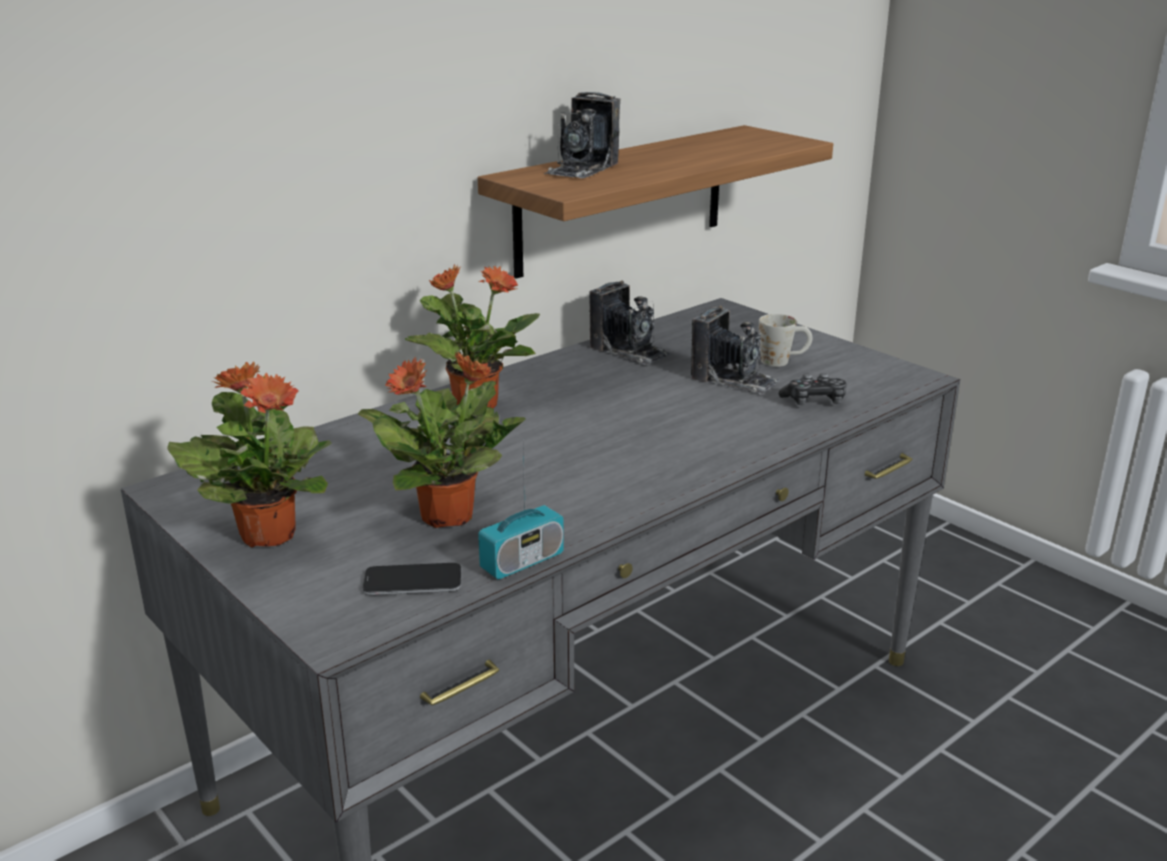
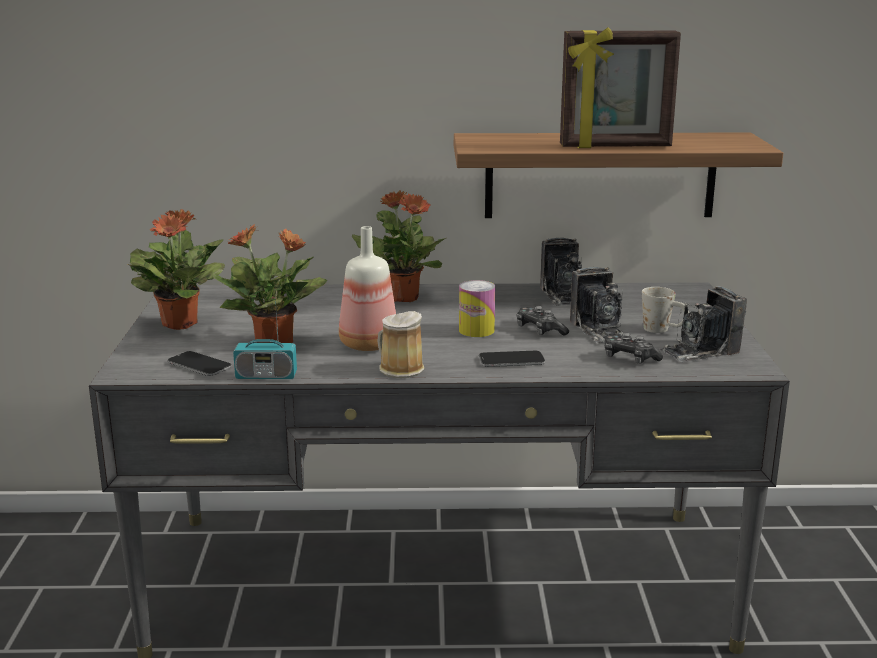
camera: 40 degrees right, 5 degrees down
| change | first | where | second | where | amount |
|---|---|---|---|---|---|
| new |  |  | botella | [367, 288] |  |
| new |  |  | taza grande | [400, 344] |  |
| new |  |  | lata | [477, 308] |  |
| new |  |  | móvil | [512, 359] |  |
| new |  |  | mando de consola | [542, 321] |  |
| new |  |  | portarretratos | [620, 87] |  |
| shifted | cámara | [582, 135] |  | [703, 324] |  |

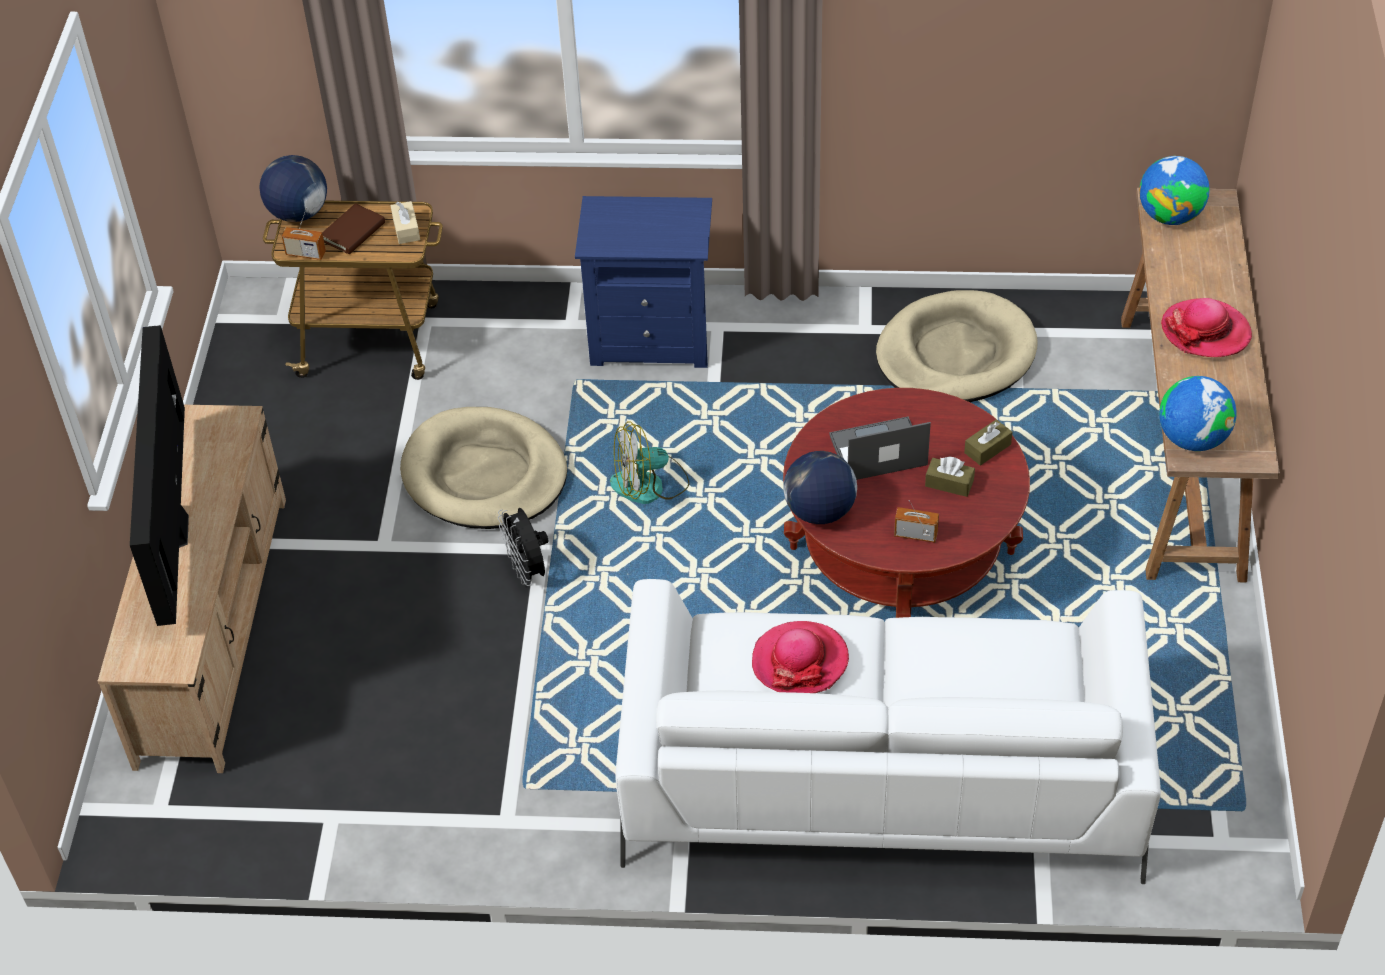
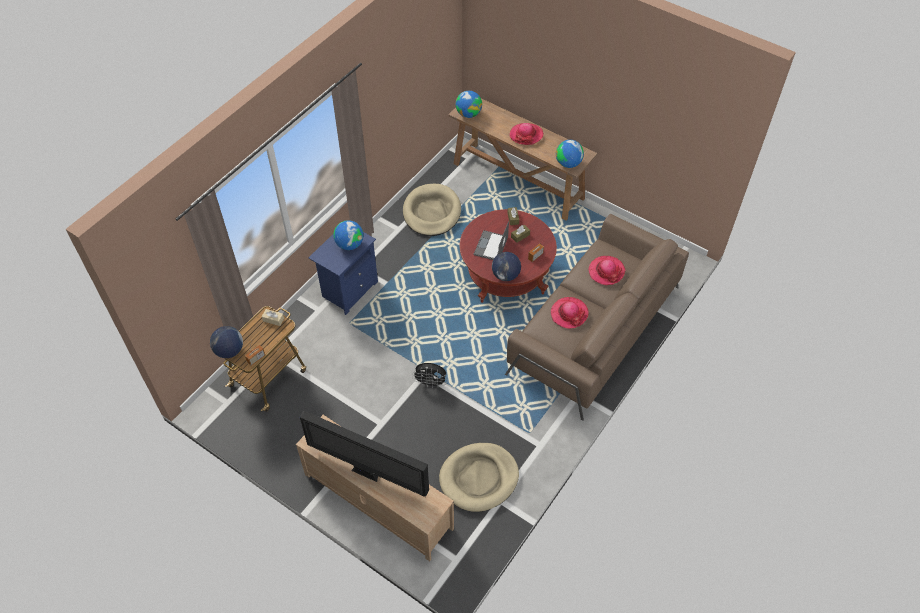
camera: 60 degrees left, 5 degrees up
| change | first | where | second | where | amount |
|---|---|---|---|---|---|
| gone | libro/marrón | [353, 229] |  |  |  |
| gone | ventilador | [649, 462] |  |  |  |
| new |  |  | globo terráqueo | [348, 235] |  |
| new |  |  | sombrero | [607, 270] |  |
| shifted | cama para perro/beis | [483, 468] |  | [479, 477] |  |
| repainted | sofá/blanco | [888, 731] | sofá/marrón | [597, 317] |  |

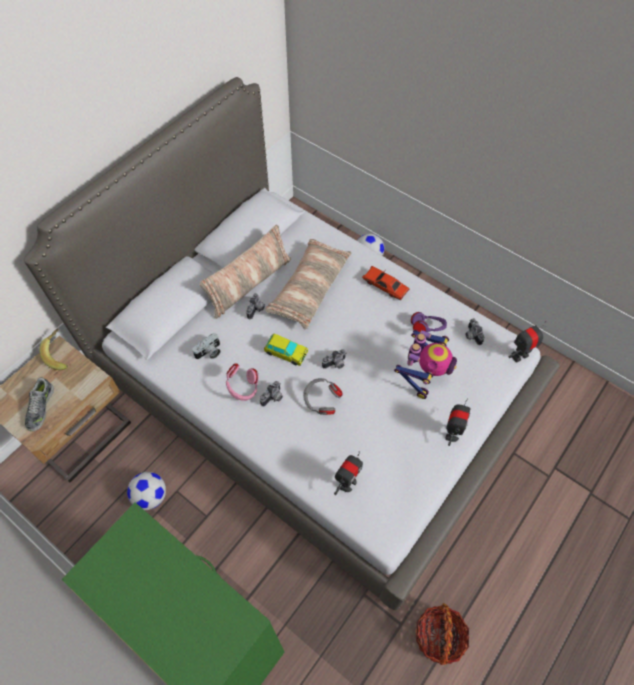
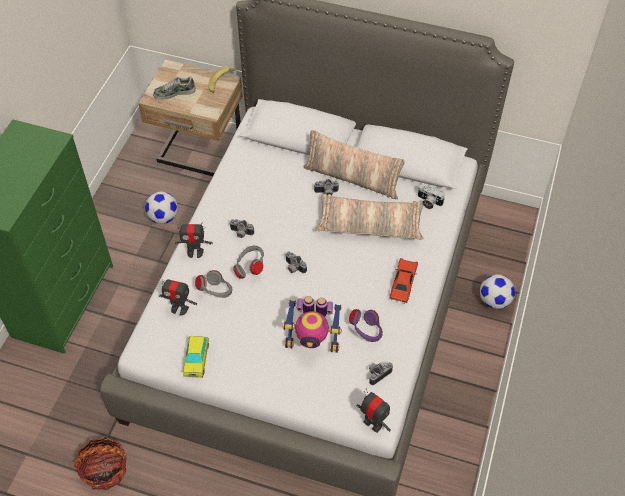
camera: 70 degrees right, 5 degrees down
| change | first | where | second | where | amount |
|---|---|---|---|---|---|
| gone | auriculares/rosa | [242, 382] |  |  |  |
| new |  |  | auriculares/gris | [214, 284] |  |
| shifted | cámara | [206, 346] |  | [431, 197] |  |
| shifted | coche de juguete | [286, 350] |  | [196, 357] |  |
| shifted | robot de juguete | [458, 422] |  | [194, 239] |  |

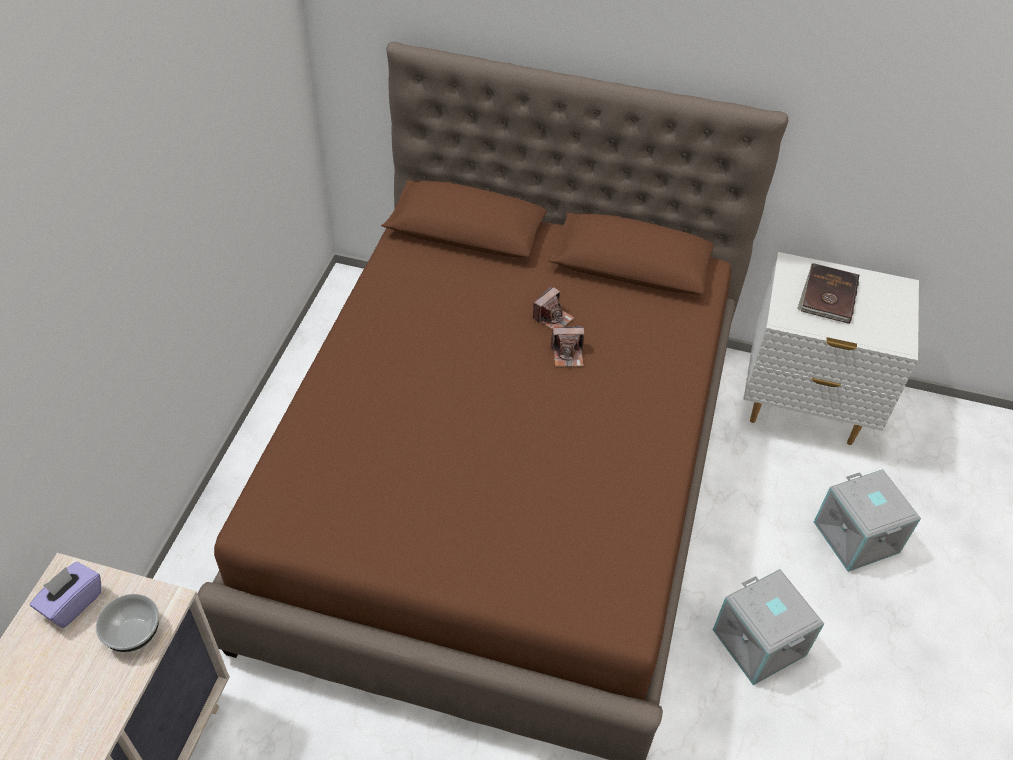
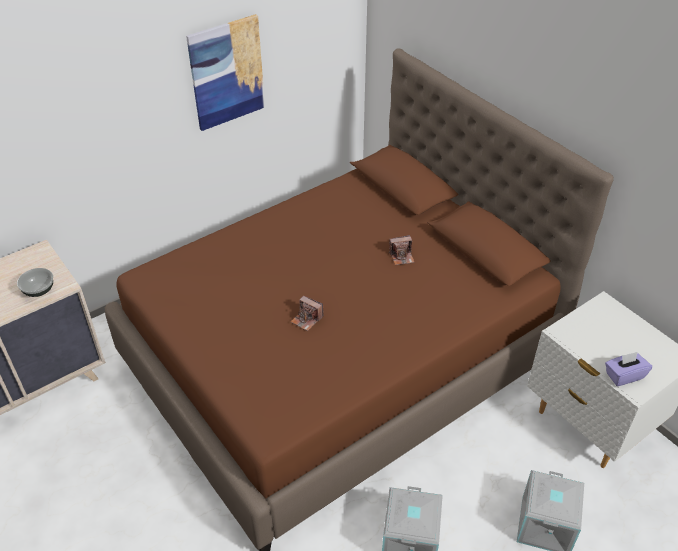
camera: 40 degrees right, 5 degrees down
| change | first | where | second | where | amount |
|---|---|---|---|---|---|
| gone | libro/marrón | [828, 293] |  |  |  |
| new |  |  | cuadro | [225, 72] |  |
| shifted | caja de pañuelos/morado | [65, 595] |  | [628, 369] |  |
| shifted | cámara | [567, 346] |  | [307, 313] |  |

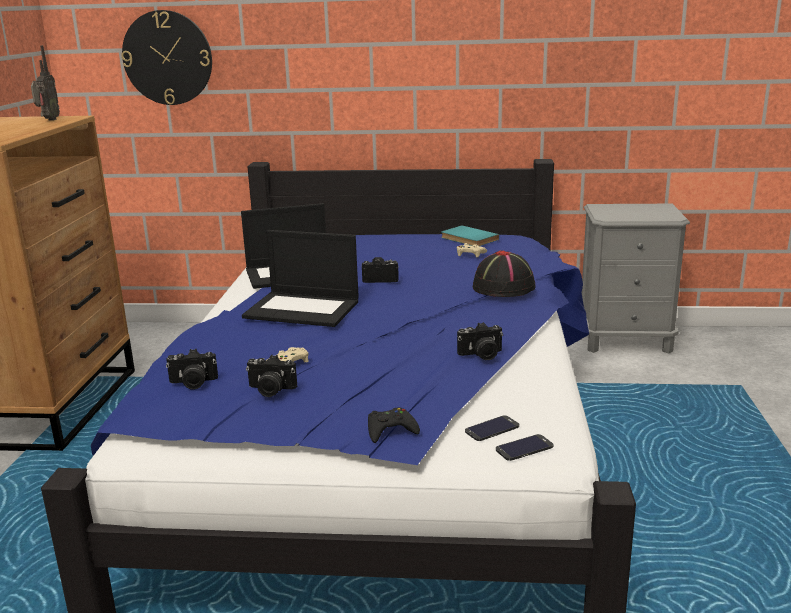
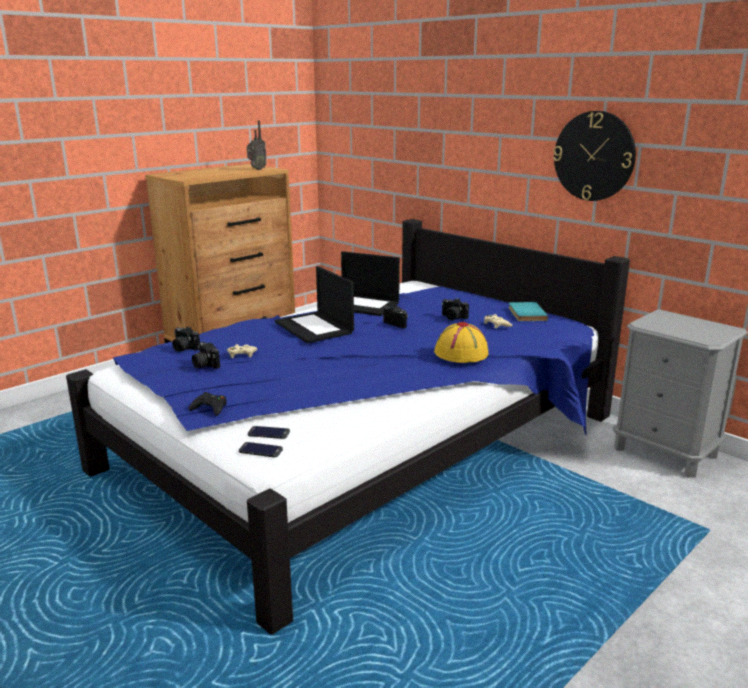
camera: 40 degrees right, 0 degrees up
| change | first | where | second | where | amount |
|---|---|---|---|---|---|
| shifted | reloj de pared | [167, 57] |  | [594, 156] |  |
| shifted | cámara | [480, 341] |  | [455, 309] |  |
| repainted | sombrero/negro | [504, 273] | sombrero/amarillo | [461, 342] |  |

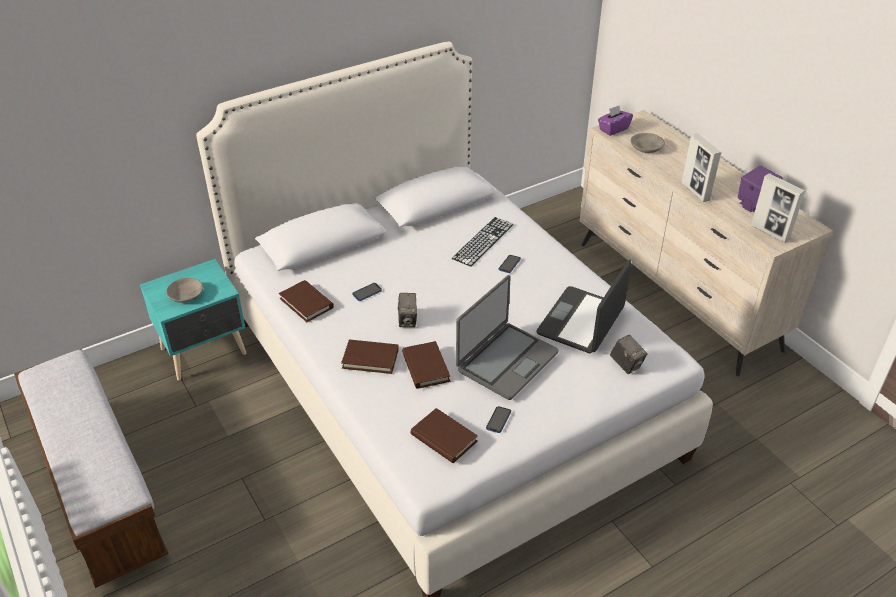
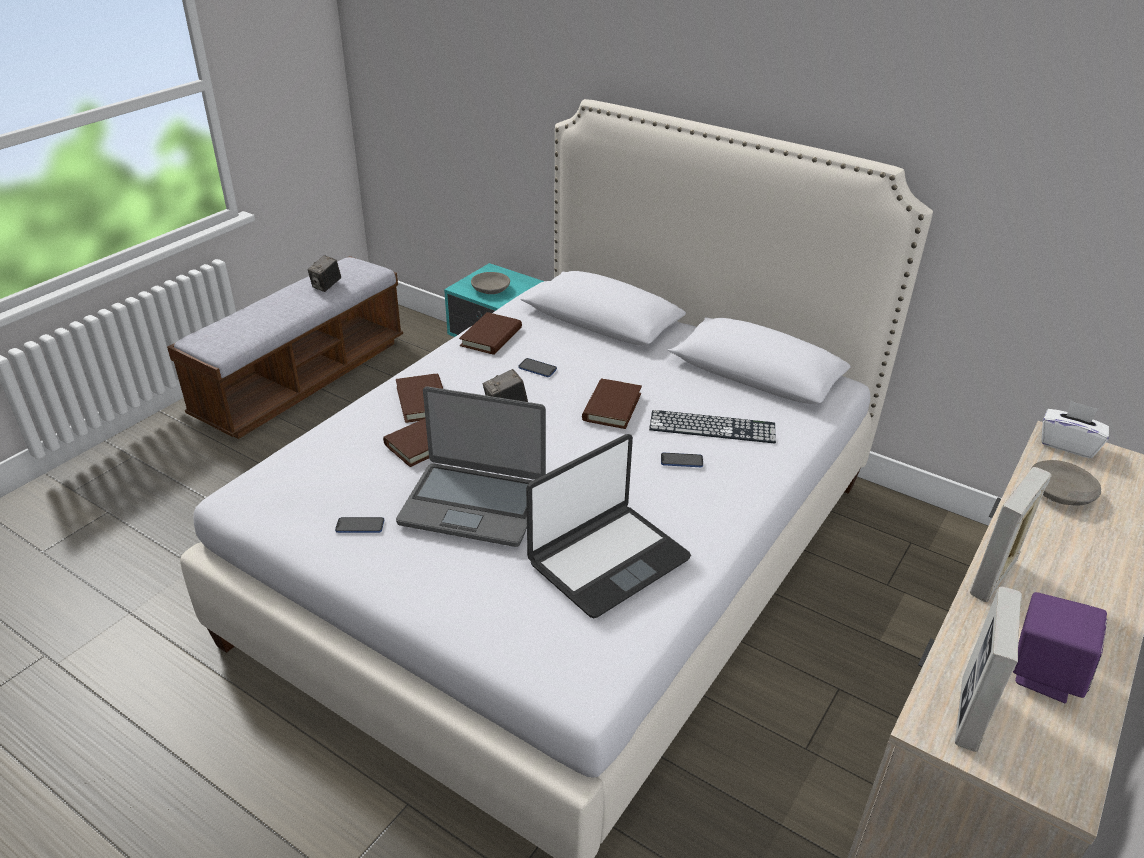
camera: 65 degrees right, 5 degrees down
| change | first | where | second | where | amount |
|---|---|---|---|---|---|
| shifted | libro/marrón | [444, 435] |  | [612, 404] |  |
| shifted | cámara | [629, 354] |  | [324, 273] |  |
| repainted | caja de pañuelos/morado | [615, 120] | caja de pañuelos/blanco | [1075, 429] |  |
| rotated | portátil | [584, 306] |  | [608, 526] | 135 degrees clockwise |

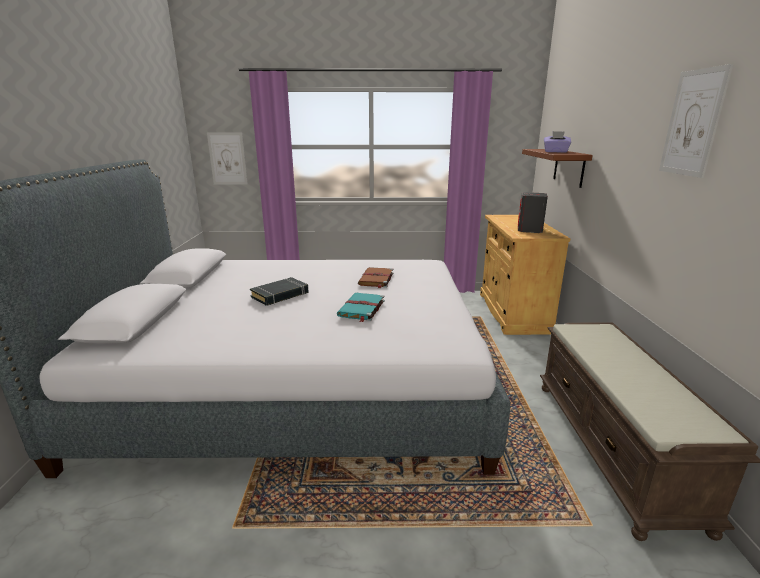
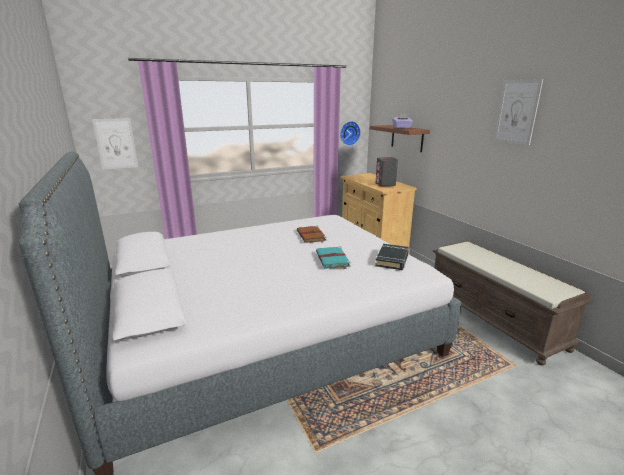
camera: 25 degrees left, 0 degrees up
| change | first | where | second | where | amount |
|---|---|---|---|---|---|
| new |  |  | reloj de pared | [350, 133] |  |
| shifted | libro/negro | [279, 291] |  | [392, 257] |  |

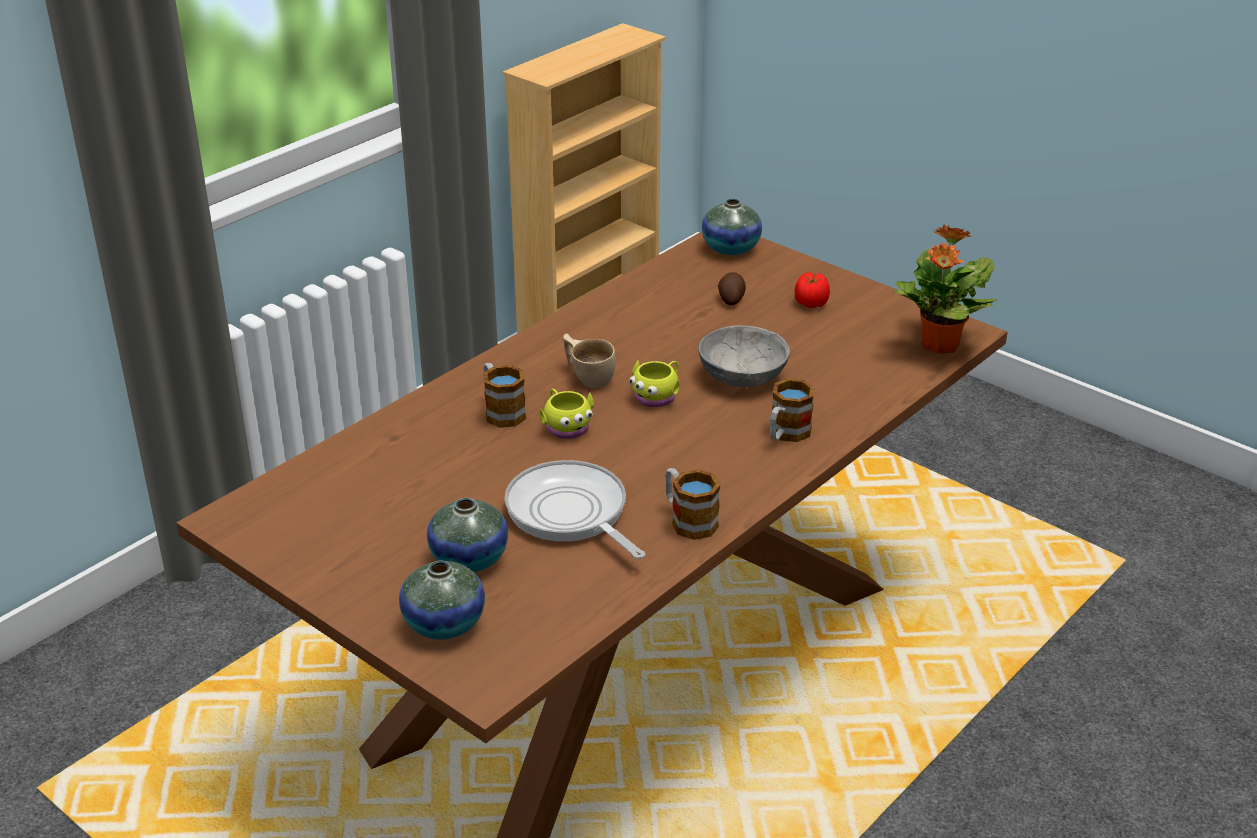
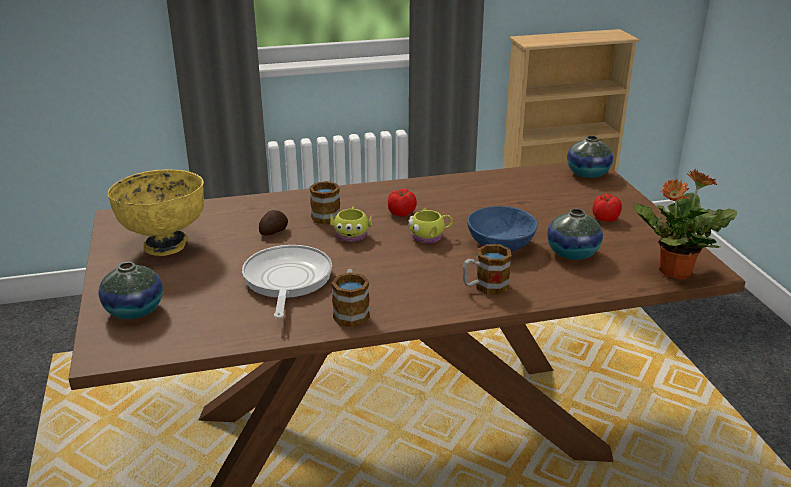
camera: 35 degrees right, 5 degrees down
| change | first | where | second | where | amount |
|---|---|---|---|---|---|
| new |  |  | cuenco/amarillo | [156, 212] |  |
| shifted | florero | [467, 535] |  | [575, 234] |  |
| shifted | patata | [732, 288] |  | [273, 222] |  |
| swapped | taza/beis | [589, 361] | tomate | [402, 203] |  |
| repainted | cuenco/gris | [744, 356] | cuenco/azul | [502, 228] |  |

